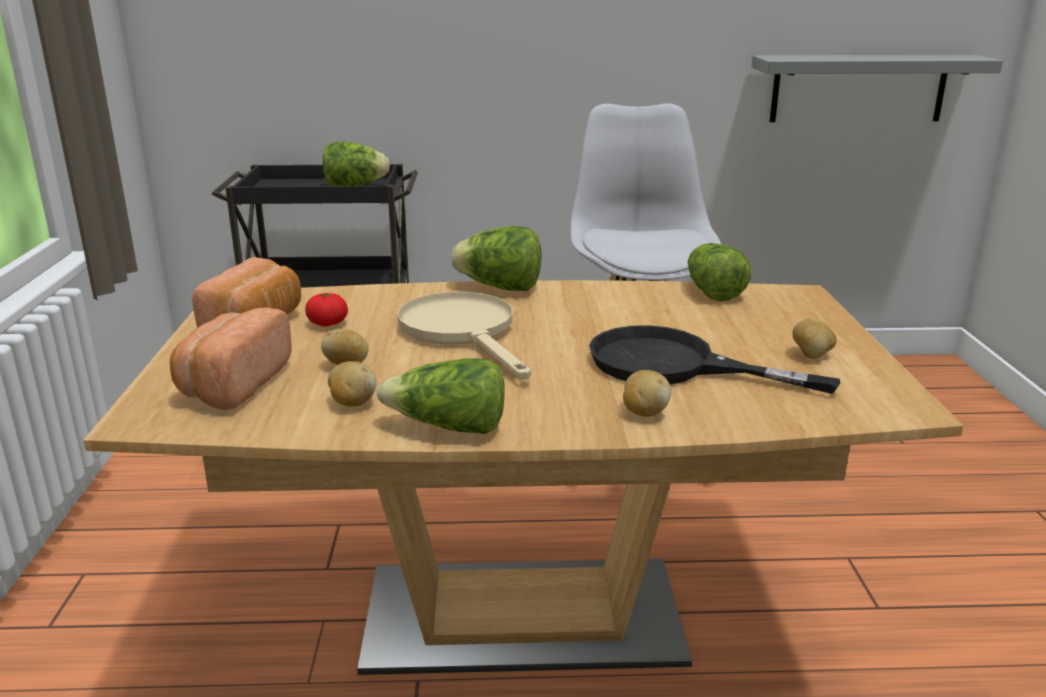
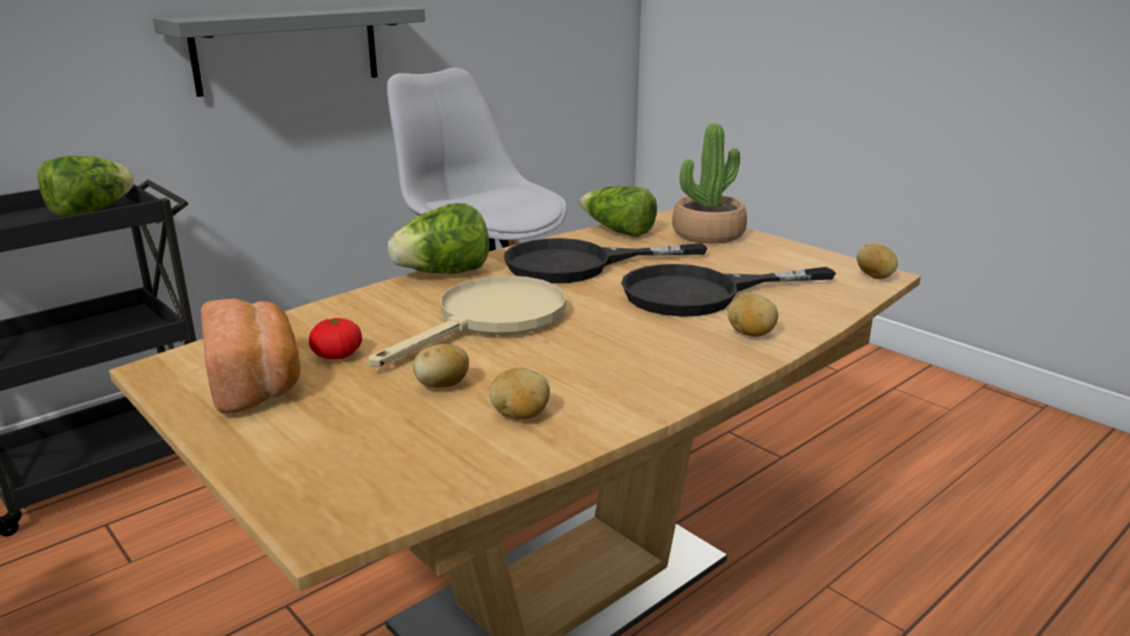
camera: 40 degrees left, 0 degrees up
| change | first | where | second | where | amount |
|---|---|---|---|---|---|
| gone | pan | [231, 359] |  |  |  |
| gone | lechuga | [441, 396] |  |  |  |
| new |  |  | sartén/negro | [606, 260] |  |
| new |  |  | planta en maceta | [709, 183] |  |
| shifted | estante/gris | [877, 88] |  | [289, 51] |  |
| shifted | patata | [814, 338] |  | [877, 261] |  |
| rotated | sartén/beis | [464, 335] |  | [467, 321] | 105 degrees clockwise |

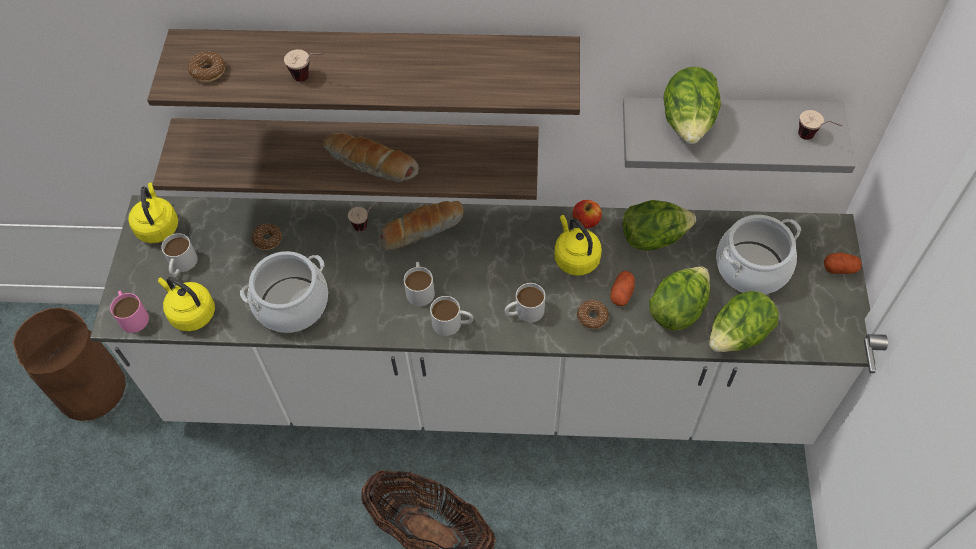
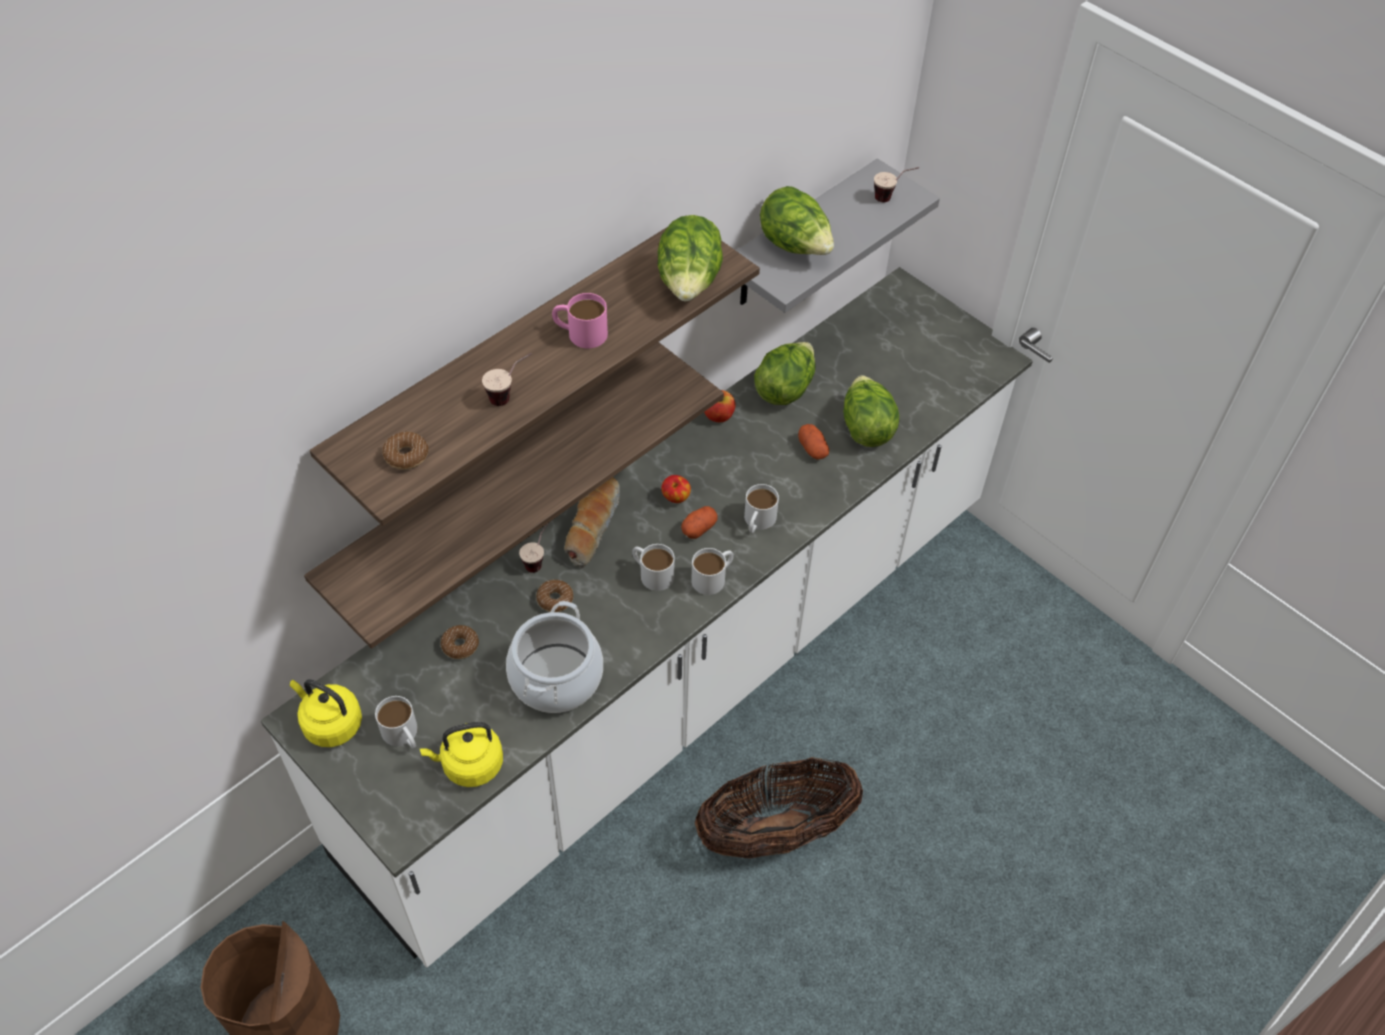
camera: 50 degrees left, 5 degrees down
| change | first | where | second | where | amount |
|---|---|---|---|---|---|
| gone | pan | [371, 157] |  |  |  |
| gone | hervidor/amarillo | [578, 245] |  |  |  |
| gone | olla | [758, 254] |  |  |  |
| new |  |  | manzana | [676, 489] |  |
| shifted | taza grande/rosa | [129, 311] |  | [580, 320] |  |
| shifted | rosquilla | [593, 314] |  | [554, 596] |  |
| shifted | lechuga | [744, 321] |  | [690, 258] |  |
| shifted | patata | [843, 263] |  | [699, 522] |  |

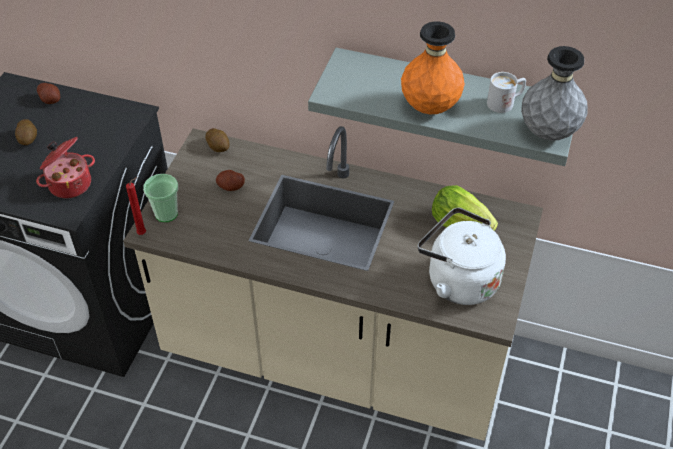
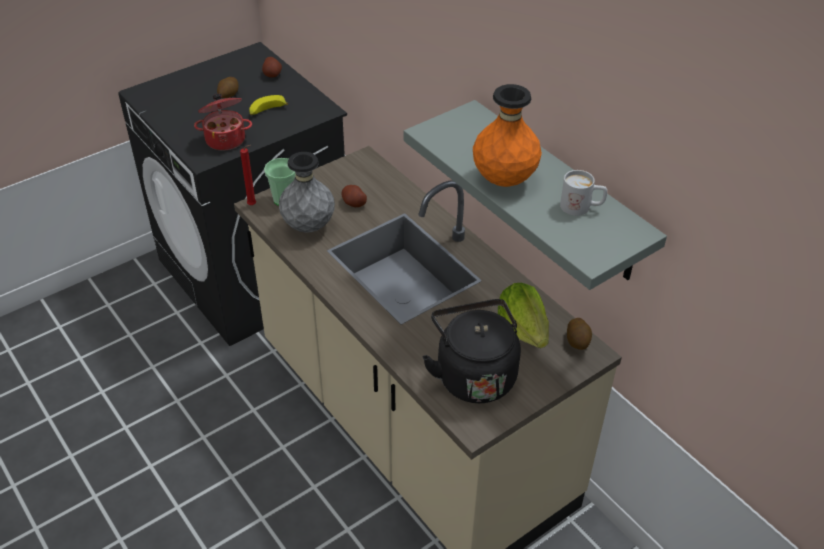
camera: 35 degrees right, 5 degrees down
| change | first | where | second | where | amount |
|---|---|---|---|---|---|
| new |  |  | plátano | [268, 105] |  |
| shifted | patata | [217, 140] |  | [579, 334] |  |
| shifted | florero/gris | [554, 93] |  | [307, 192] |  |
| repainted | hervidor/blanco | [462, 256] | hervidor/negro | [471, 351] |  |

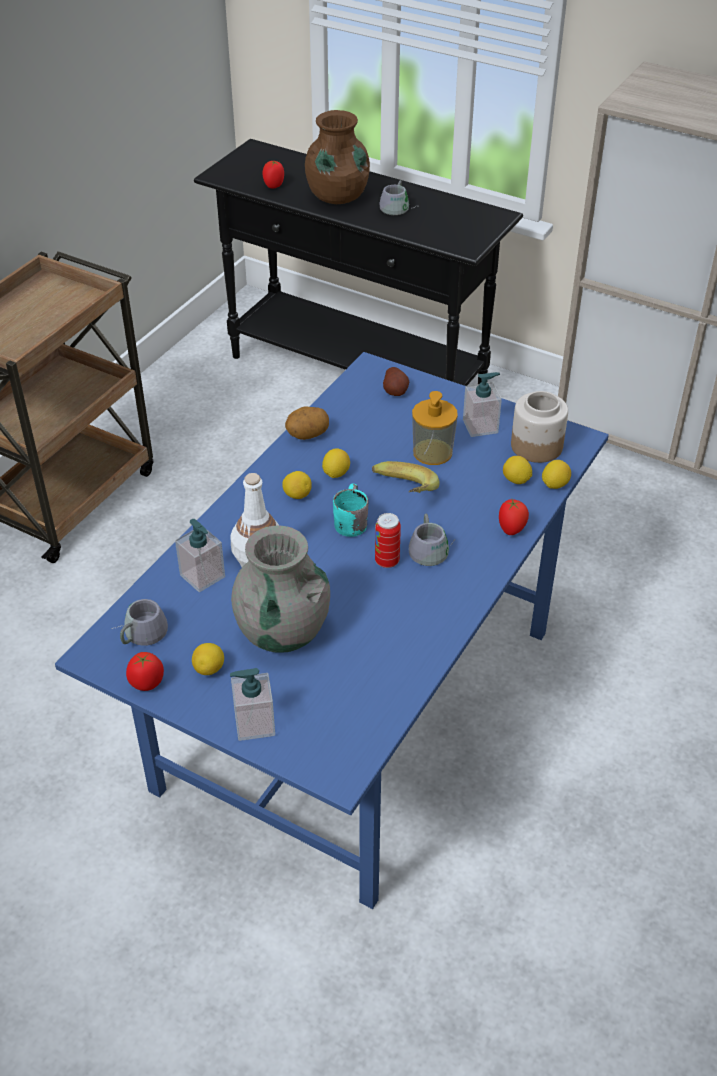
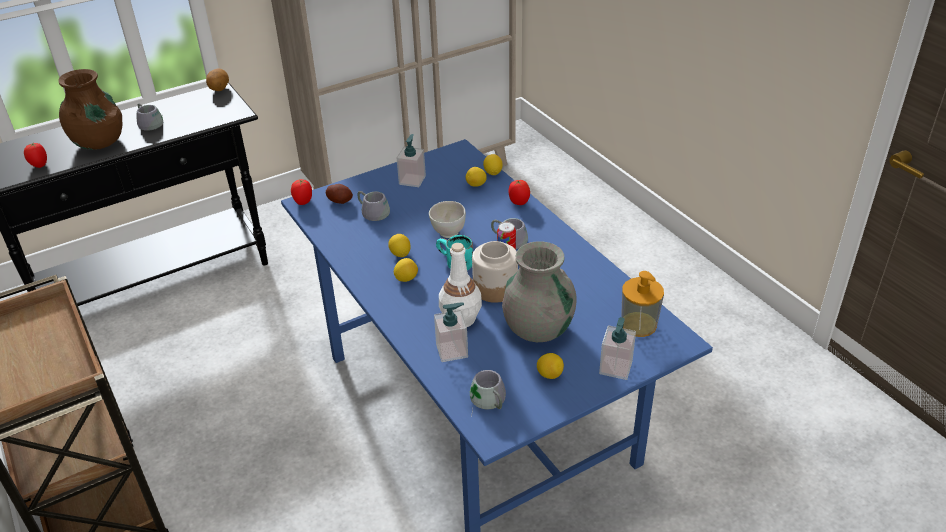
camera: 60 degrees left, 5 degrees down
| change | first | where | second | where | amount |
|---|---|---|---|---|---|
| new |  |  | taza grande/gris | [374, 206] |  |
| shifted | tomate | [145, 671] |  | [301, 192] |  |
| shifted | patata | [307, 423] |  | [217, 80] |  |
| shifted | dispensador de jabón | [435, 428] |  | [642, 304] |  |
| shifted | tarro | [539, 427] |  | [495, 272] |  |
| swapped | plátano | [406, 477] | cuenco/blanco | [447, 219] |  |

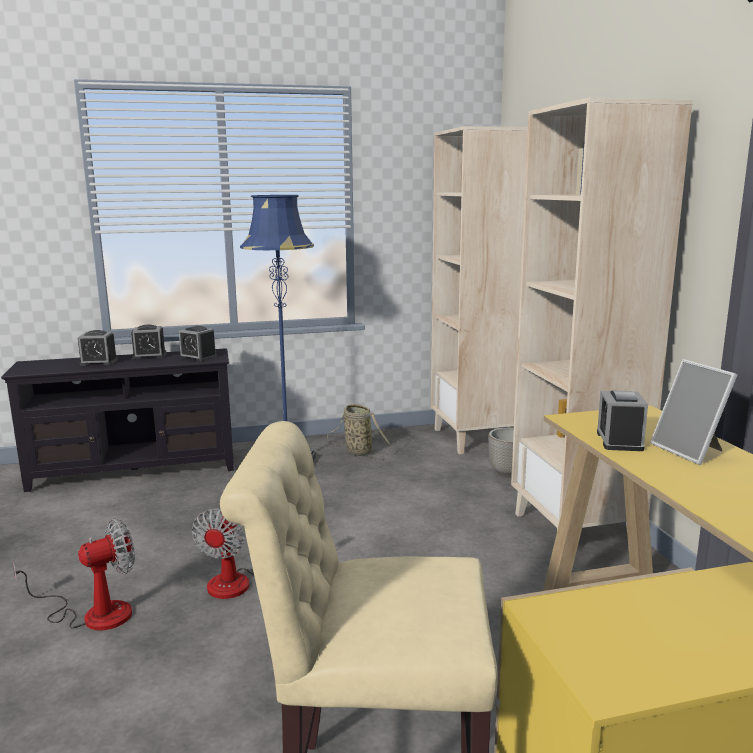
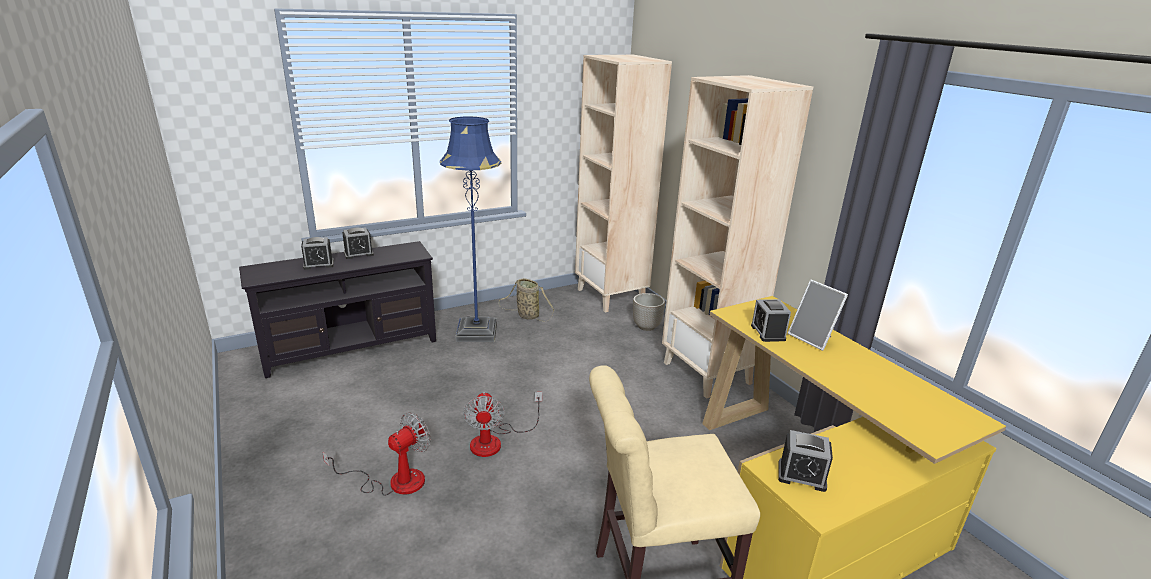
camera: 15 degrees left, 10 degrees up
| change | first | where | second | where | amount |
|---|---|---|---|---|---|
| shifted | despertador | [198, 344] |  | [805, 461] |  |

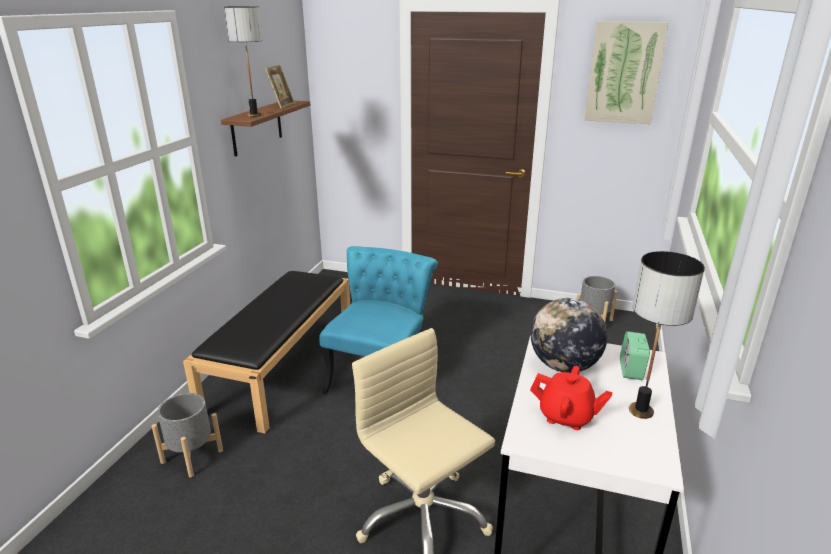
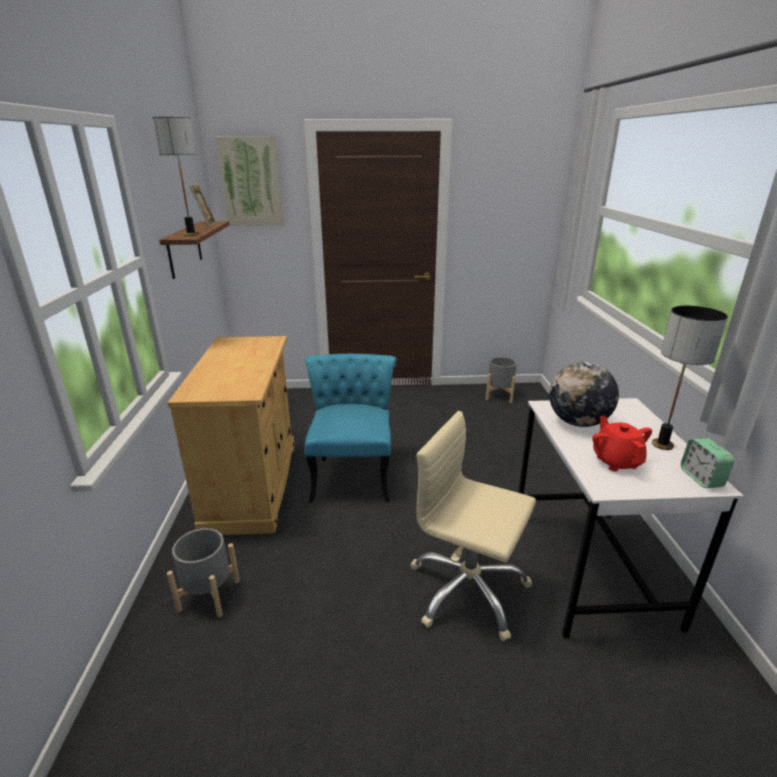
camera: 20 degrees left, 0 degrees up
| change | first | where | second | where | amount |
|---|---|---|---|---|---|
| shifted | cuadro | [627, 72] |  | [250, 180] |  |
| shifted | despertador | [635, 355] |  | [707, 463] |  |
| swapped | banco/negro | [266, 352] | armario/beis | [231, 435] |  |
| rotated | tetera/rojo | [571, 398] |  | [622, 443] | 105 degrees counterclockwise |

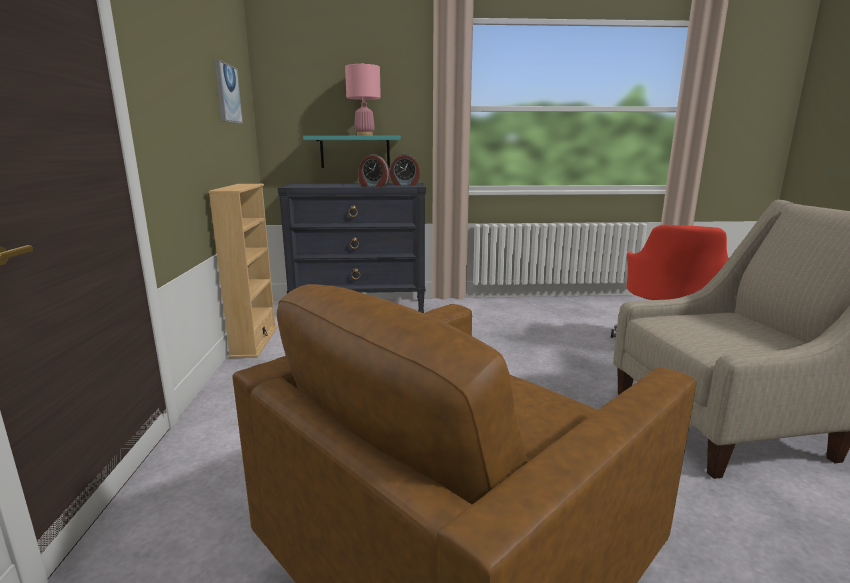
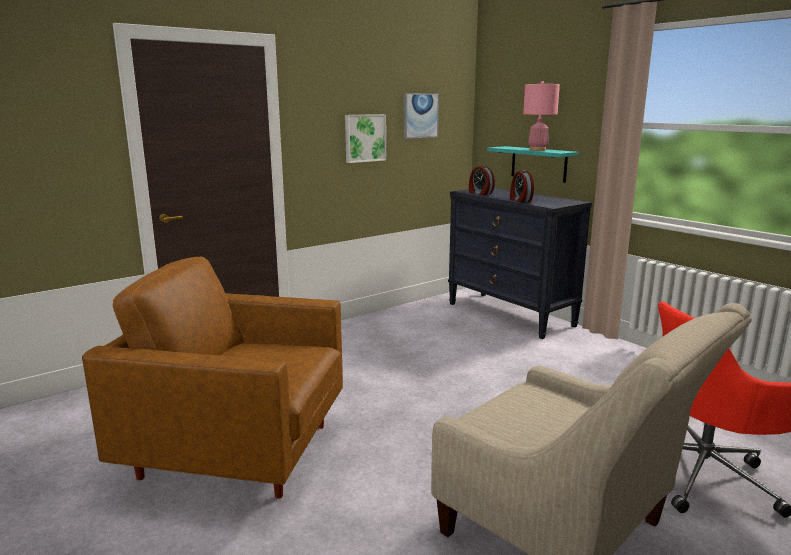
camera: 55 degrees right, 0 degrees up
| change | first | where | second | where | amount |
|---|---|---|---|---|---|
| gone | estantería/beis | [242, 271] |  |  |  |
| new |  |  | cuadro | [365, 138] |  |
| shifted | despertador | [405, 170] |  | [482, 180] |  |

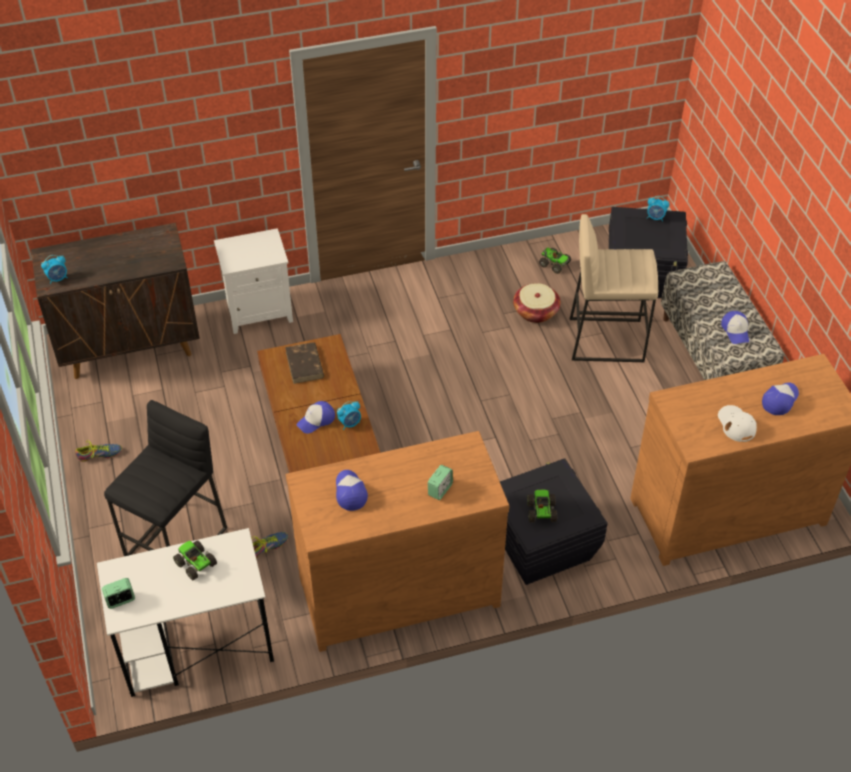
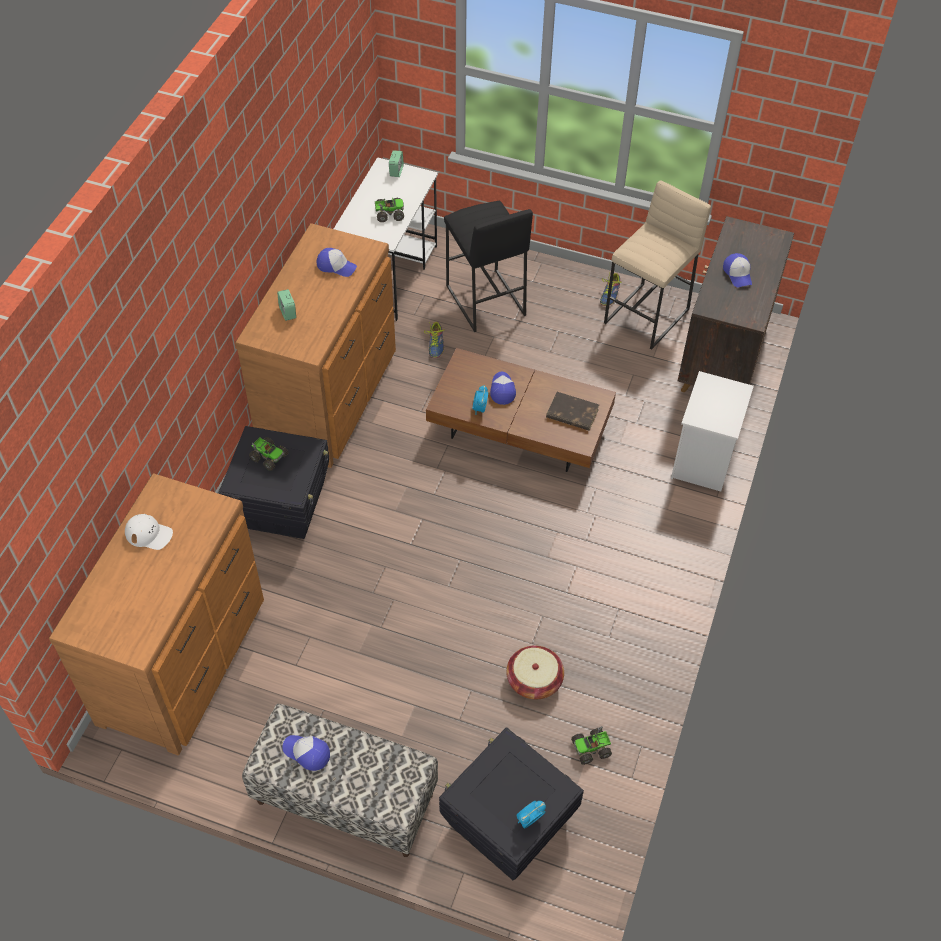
camera: 125 degrees right, 5 degrees up
| change | first | where | second | where | amount |
|---|---|---|---|---|---|
| gone | despertador | [54, 269] |  |  |  |
| shifted | taburete/beis | [614, 288] |  | [657, 265] |  |
| shifted | gorra | [780, 399] |  | [737, 270] |  |

